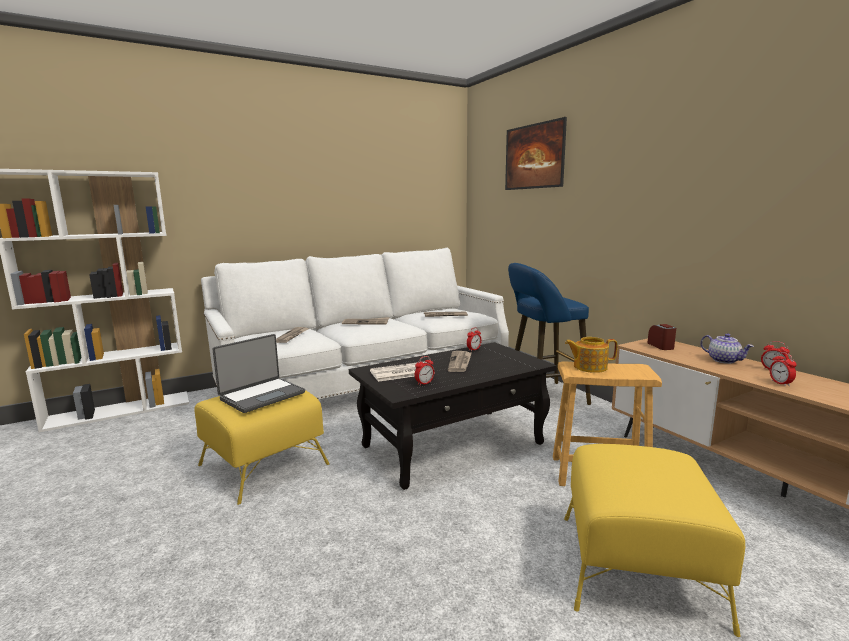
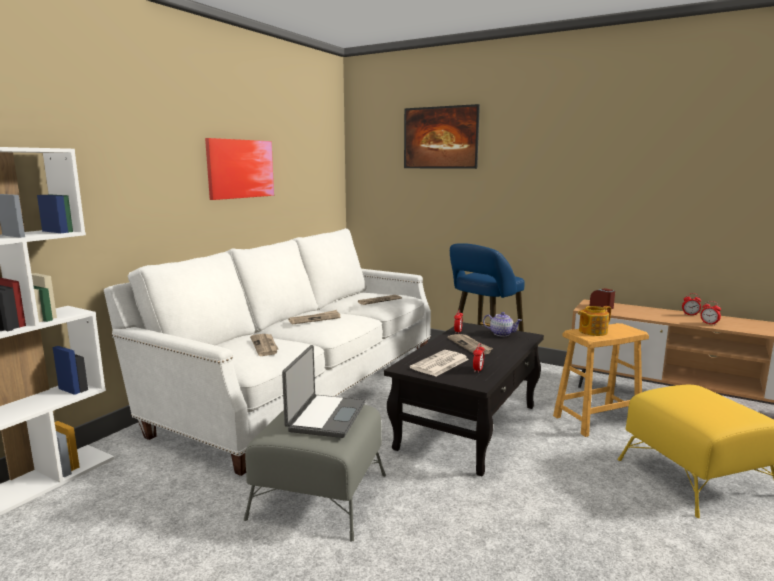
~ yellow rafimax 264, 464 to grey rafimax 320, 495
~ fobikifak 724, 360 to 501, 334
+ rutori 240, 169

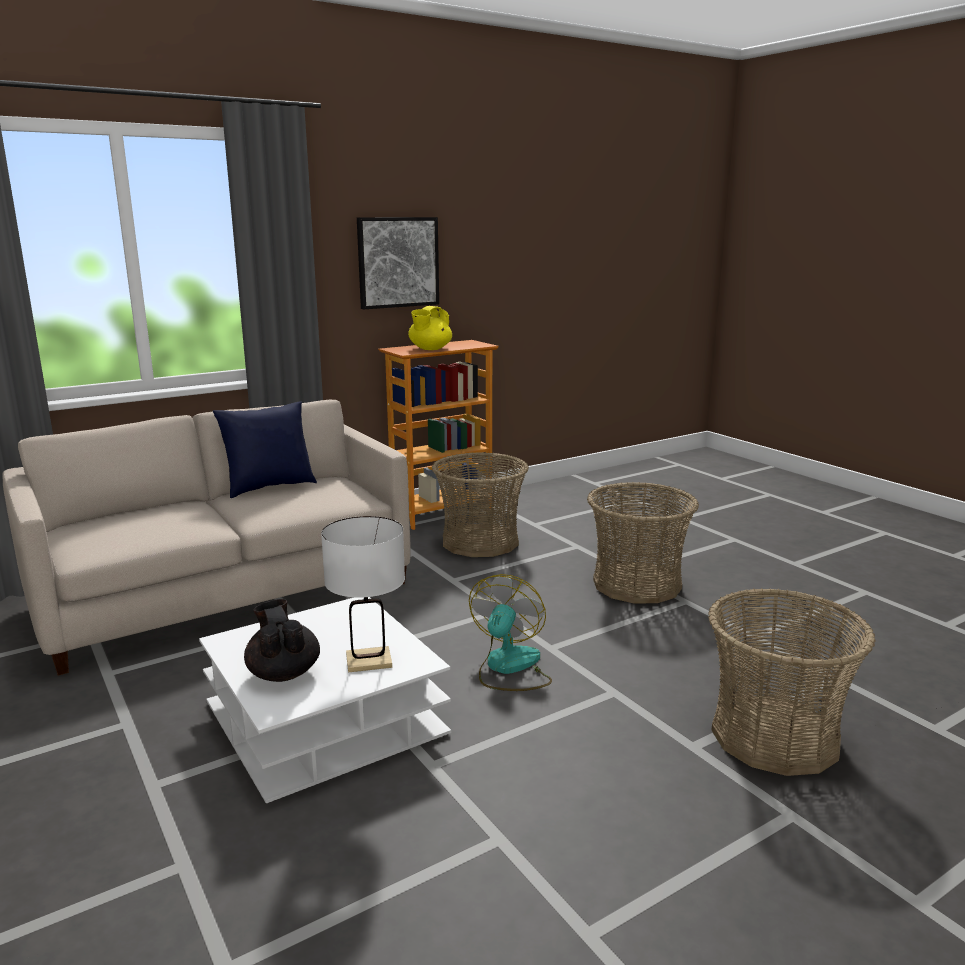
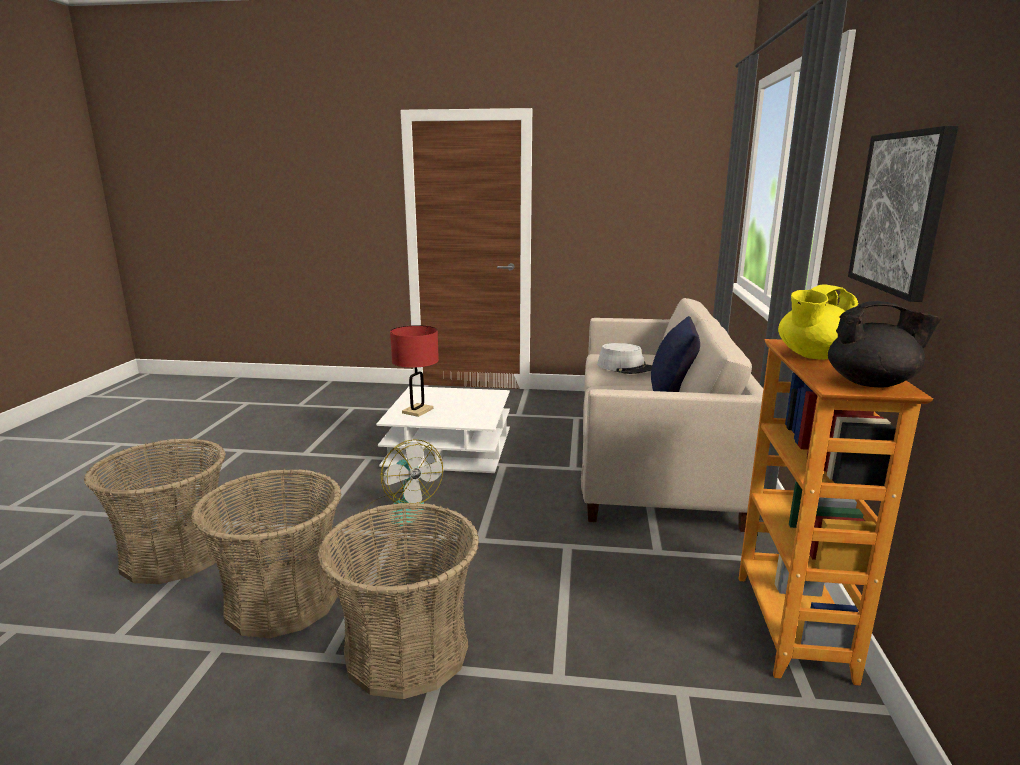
~ black fobikifak 283, 673 to 872, 383
~ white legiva 368, 661 to red legiva 417, 411
~ yellow fobikifak 430, 349 = 813, 356 105 degrees counterclockwise
~ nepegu 480, 542 to 281, 600
+ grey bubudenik 625, 367

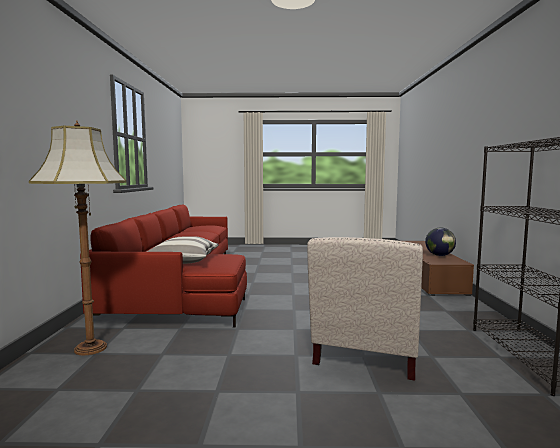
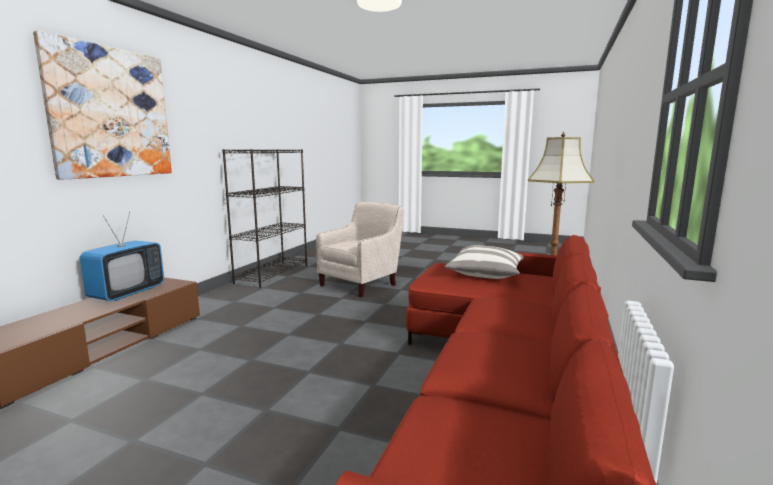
~ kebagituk 439, 255 to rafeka 127, 293
+ rutori 111, 113

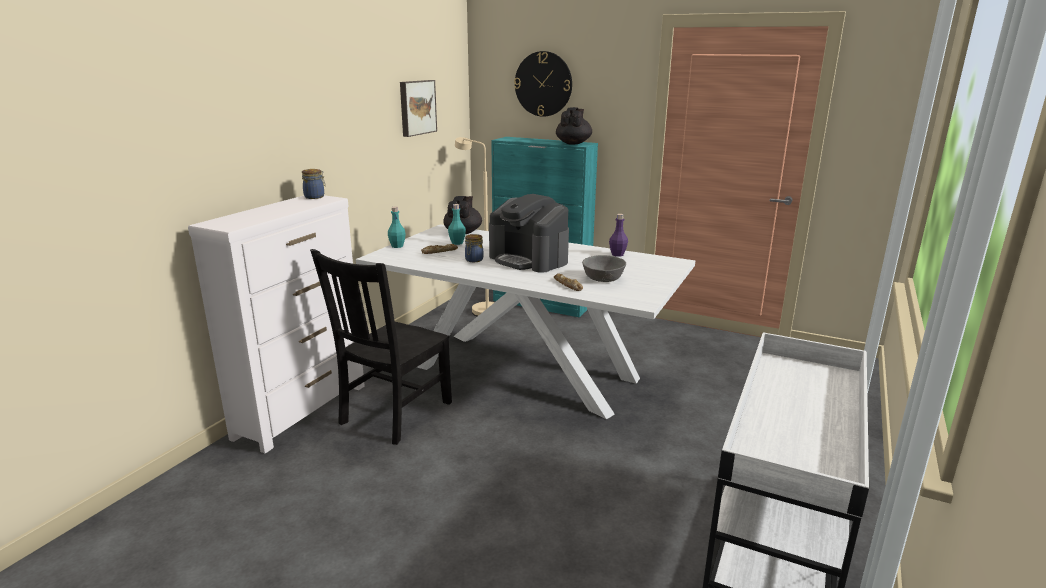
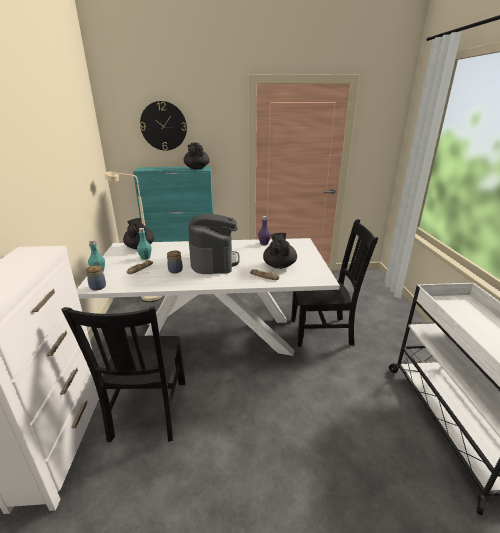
~ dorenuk 315, 197 to 98, 286
- rutori 416, 107
~ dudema 529, 259 = 214, 260 105 degrees counterclockwise
~ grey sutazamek 603, 279 to black fobikifak 279, 265
+ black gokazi 323, 331

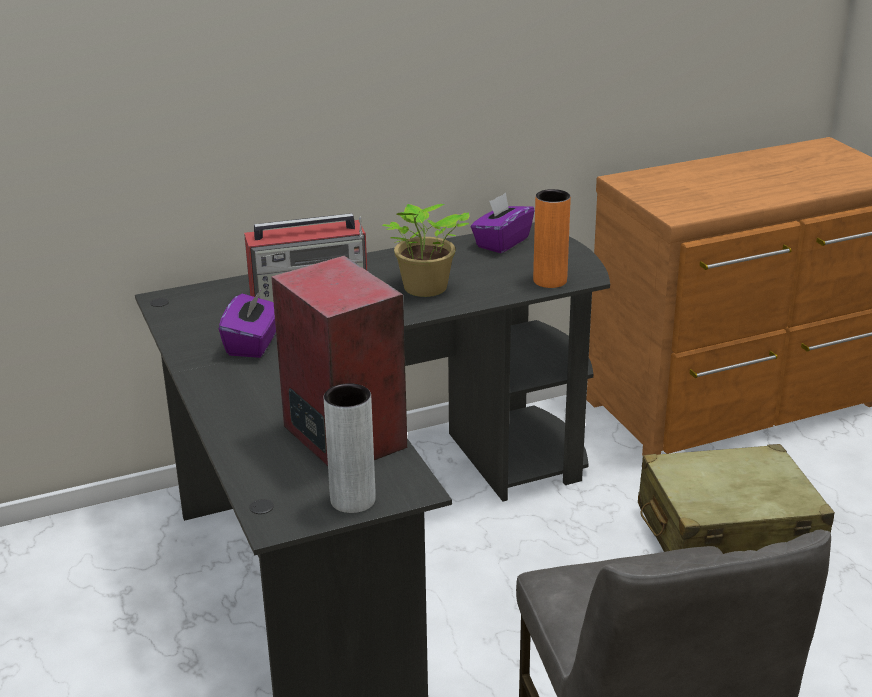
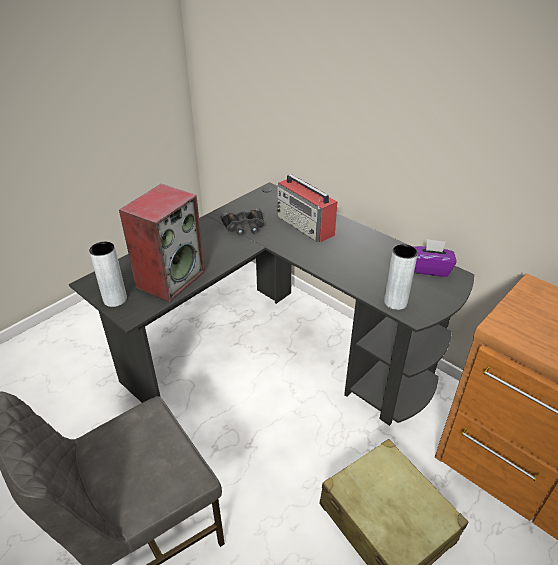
~ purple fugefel 253, 344 to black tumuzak 244, 226
- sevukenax 424, 289
~ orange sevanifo 550, 281 to grey sevanifo 395, 302

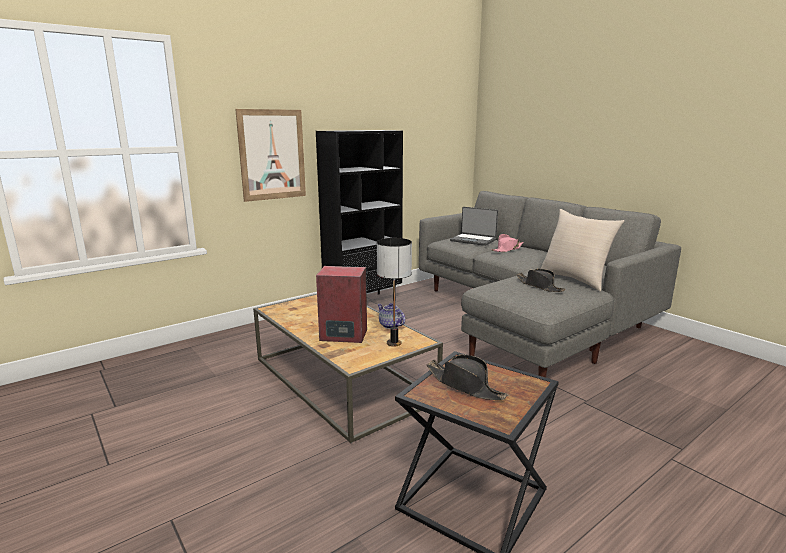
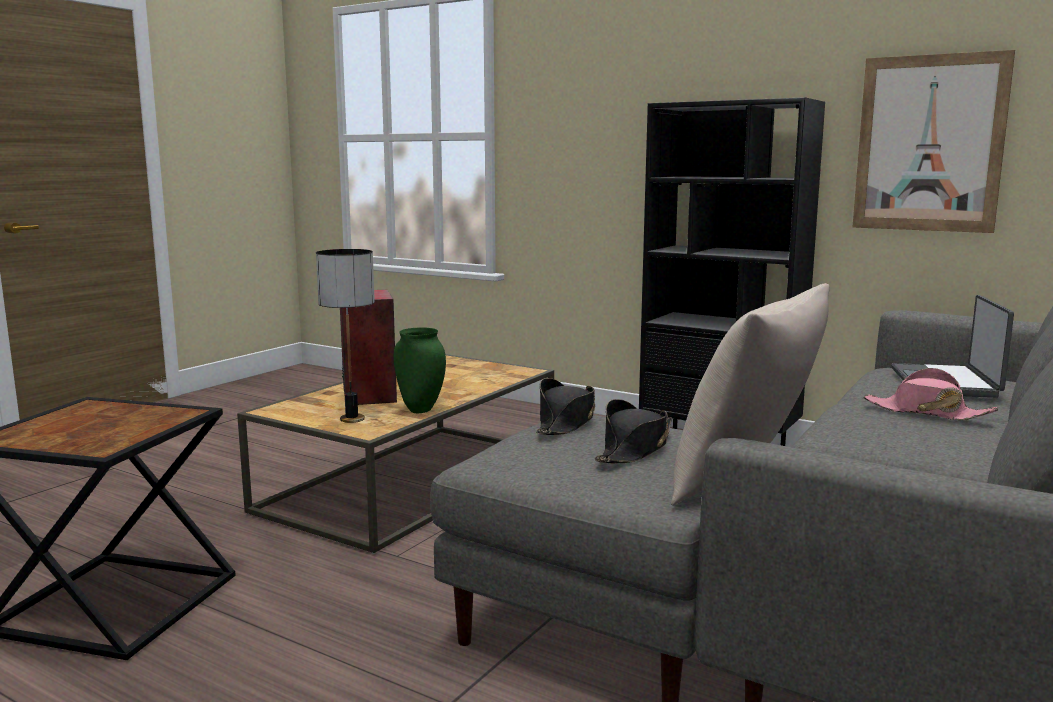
~ rutori 272, 155 to 929, 144
~ fobikifak 390, 325 to green sevanifo 420, 410
~ black bubudenik 465, 385 to 566, 422

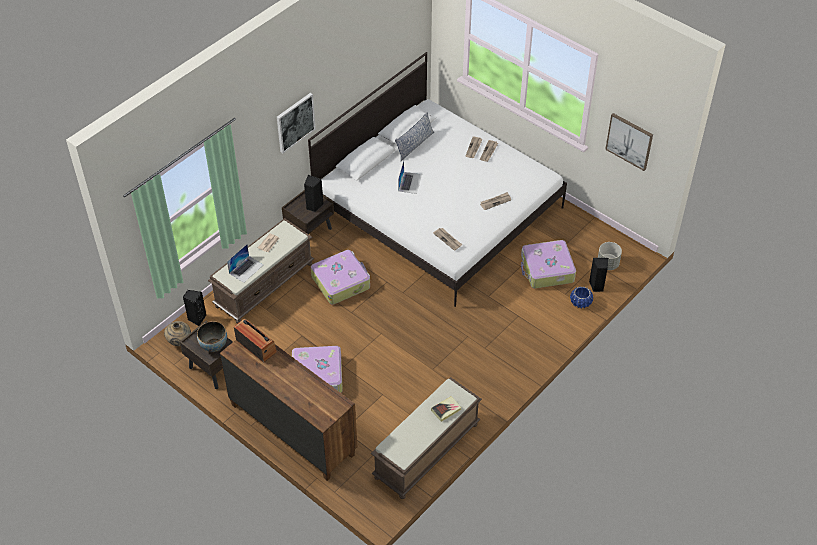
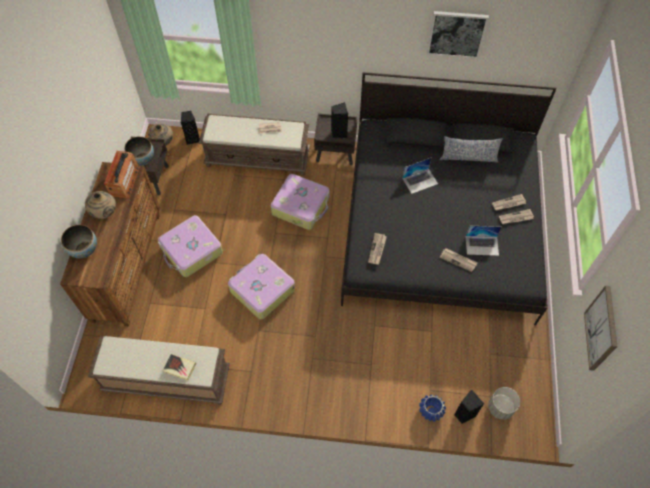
~ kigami 246, 269 to 482, 245
~ rutori 295, 122 to 456, 34
~ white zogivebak 439, 210 to black zogivebak 440, 226
~ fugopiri 546, 270 to 261, 290
+ sutazamek 84, 250
+ beige sevanifo 104, 213

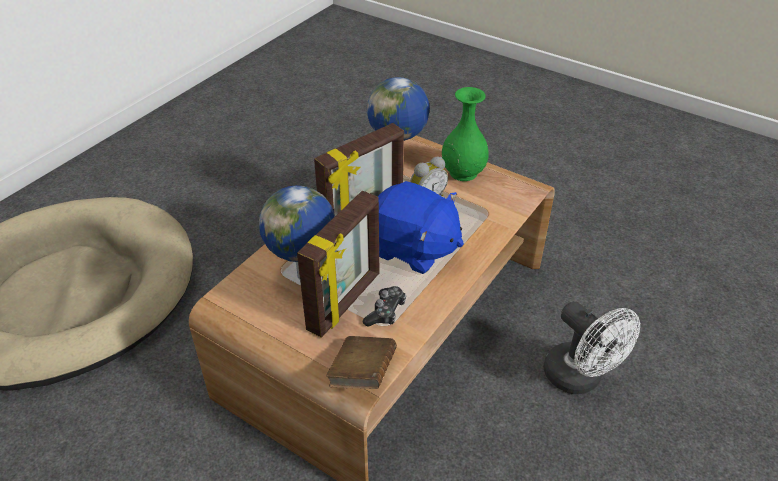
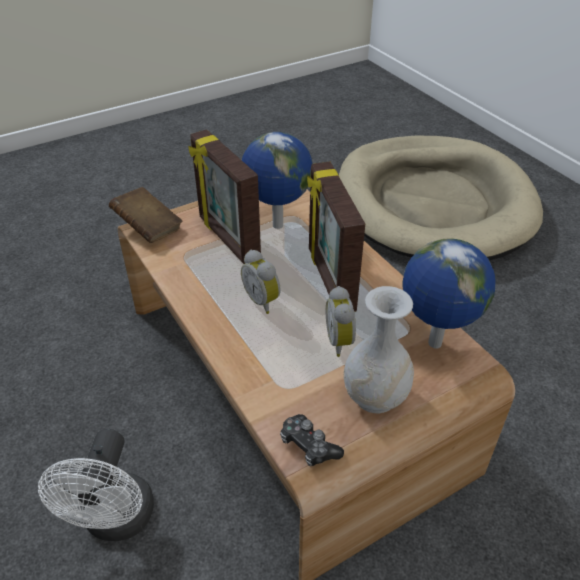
~ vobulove 385, 312 to 308, 446
~ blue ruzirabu 413, 249 to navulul 263, 300
~ green sevanifo 463, 172 to white sevanifo 376, 397
~ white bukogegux 580, 378 = 116, 522 75 degrees counterclockwise

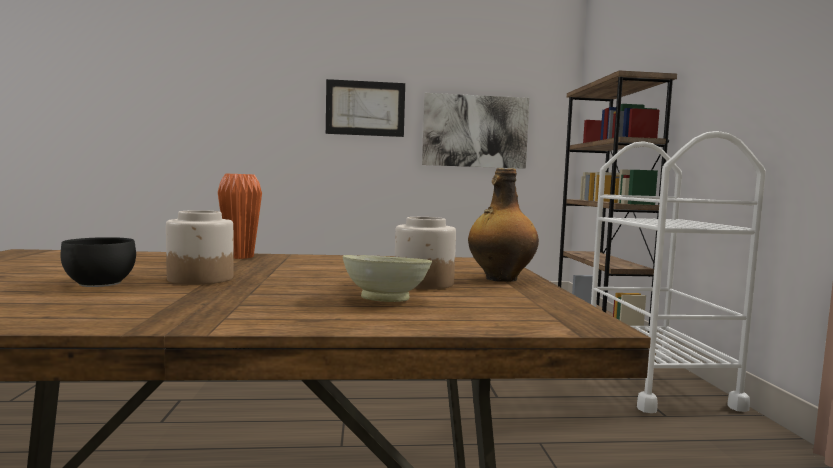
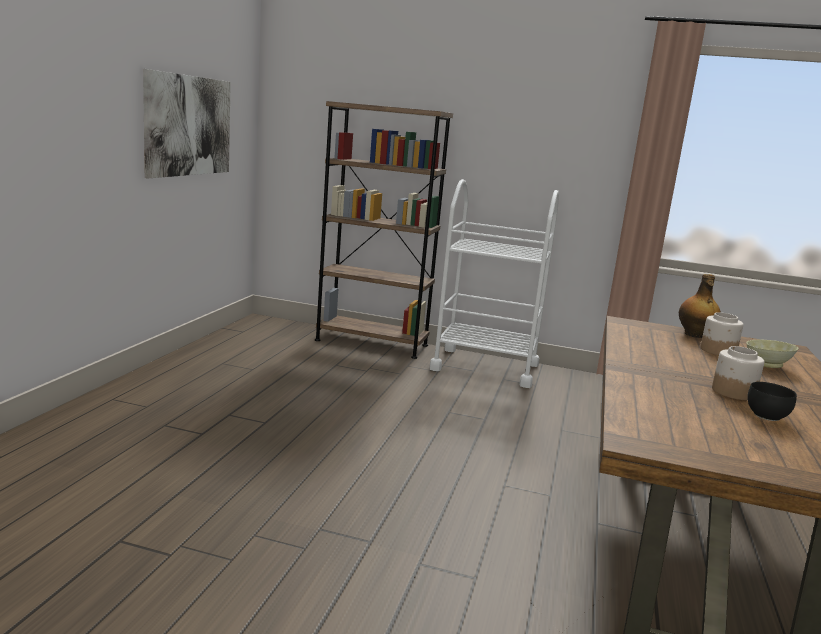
- orange sevanifo 240, 257
- rutori 365, 108

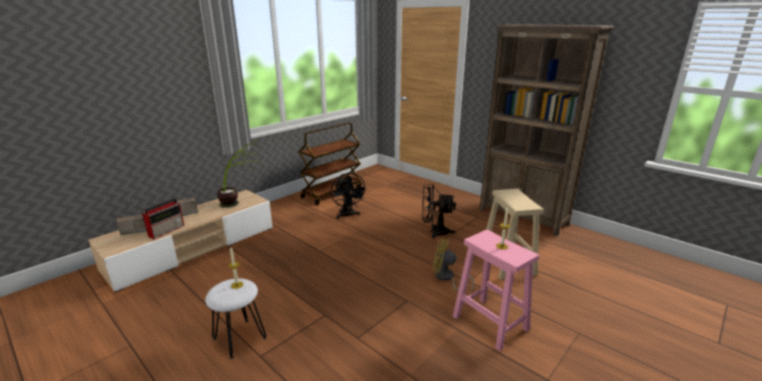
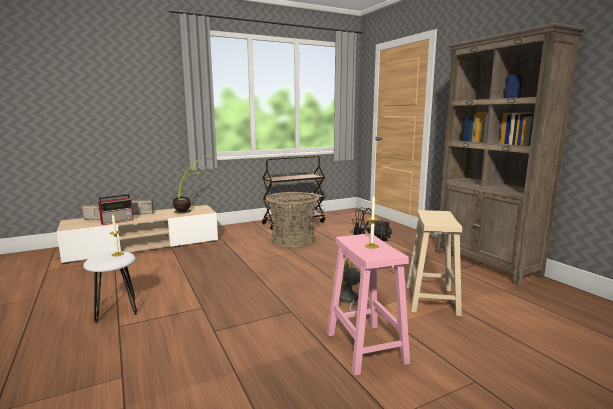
~ black bukogegux 347, 215 to nepegu 293, 240

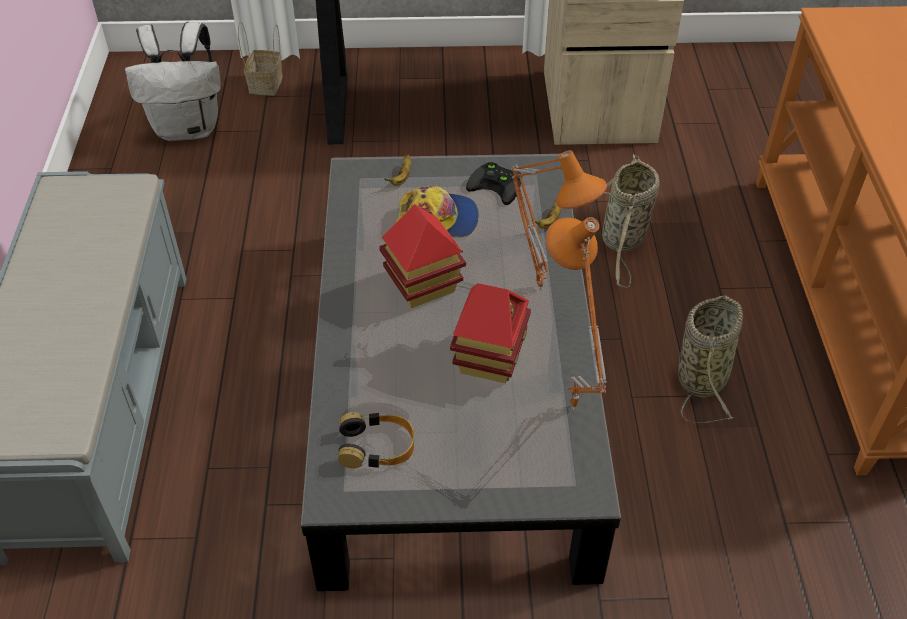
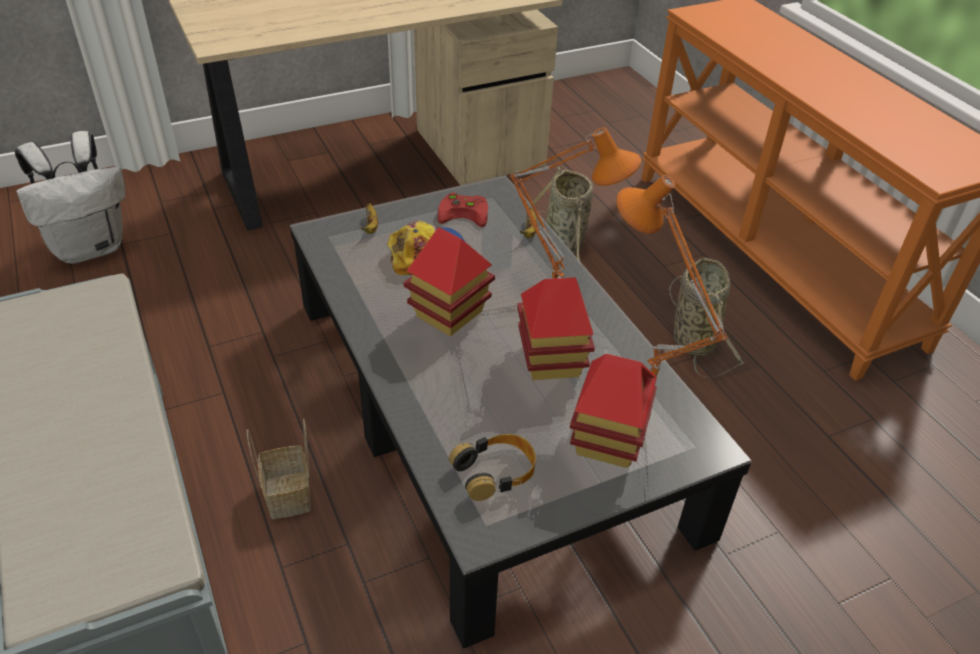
~ nepegu 266, 85 to 289, 496
~ black vobulove 498, 185 to red vobulove 465, 213
+ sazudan 607, 440

